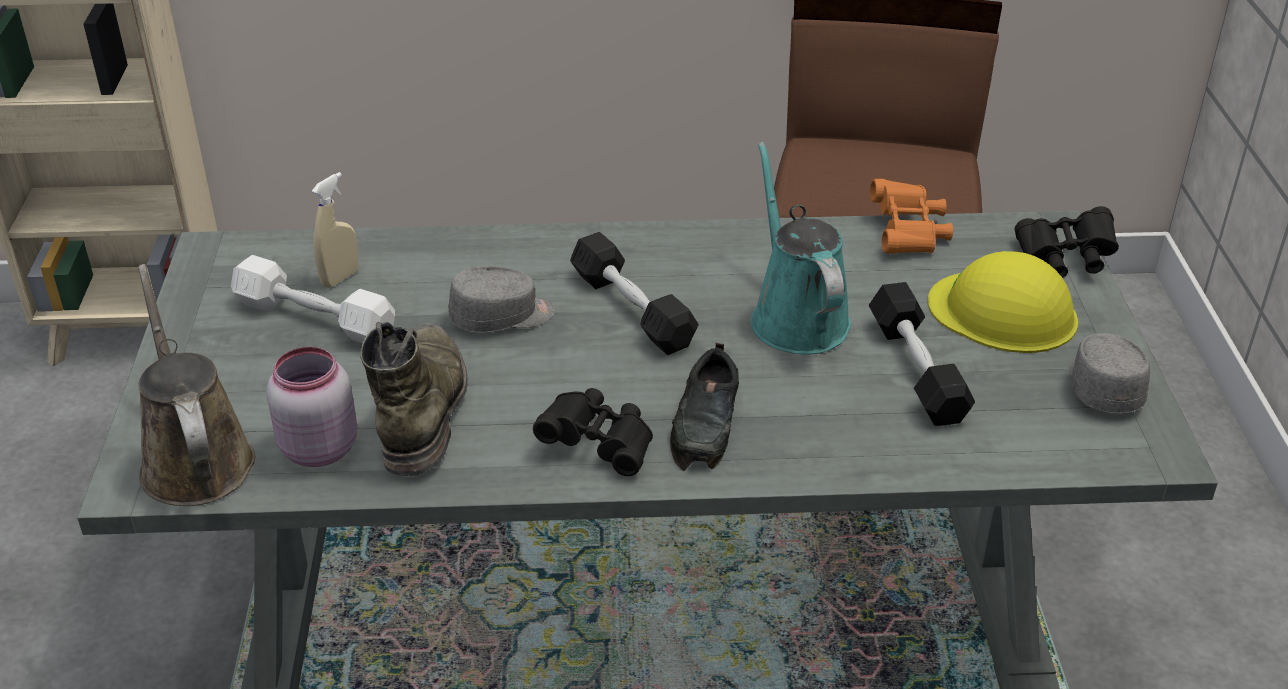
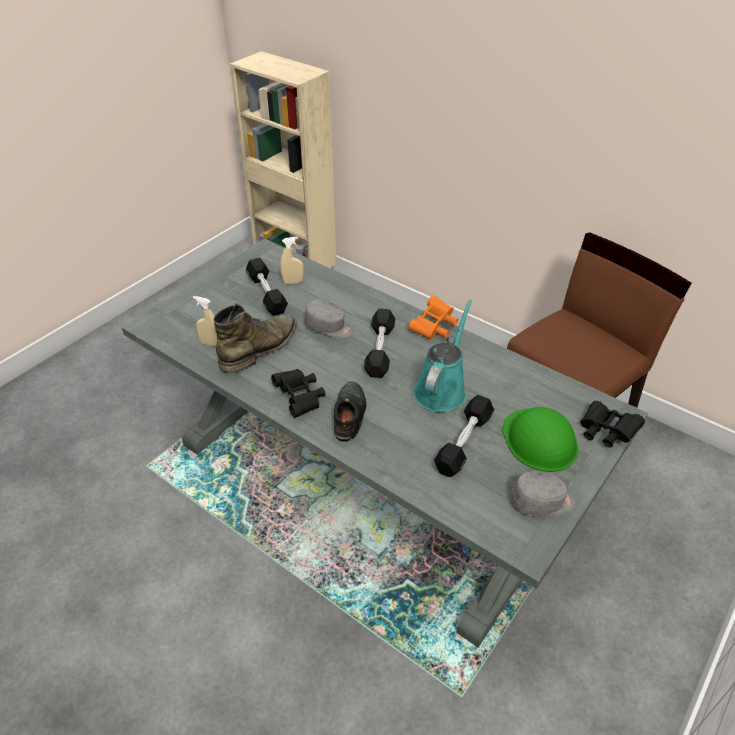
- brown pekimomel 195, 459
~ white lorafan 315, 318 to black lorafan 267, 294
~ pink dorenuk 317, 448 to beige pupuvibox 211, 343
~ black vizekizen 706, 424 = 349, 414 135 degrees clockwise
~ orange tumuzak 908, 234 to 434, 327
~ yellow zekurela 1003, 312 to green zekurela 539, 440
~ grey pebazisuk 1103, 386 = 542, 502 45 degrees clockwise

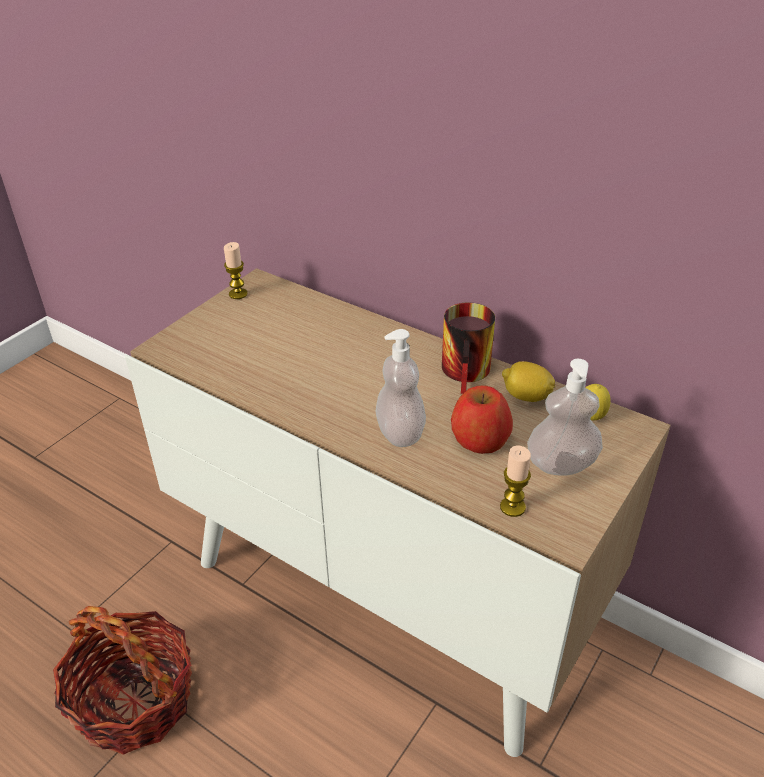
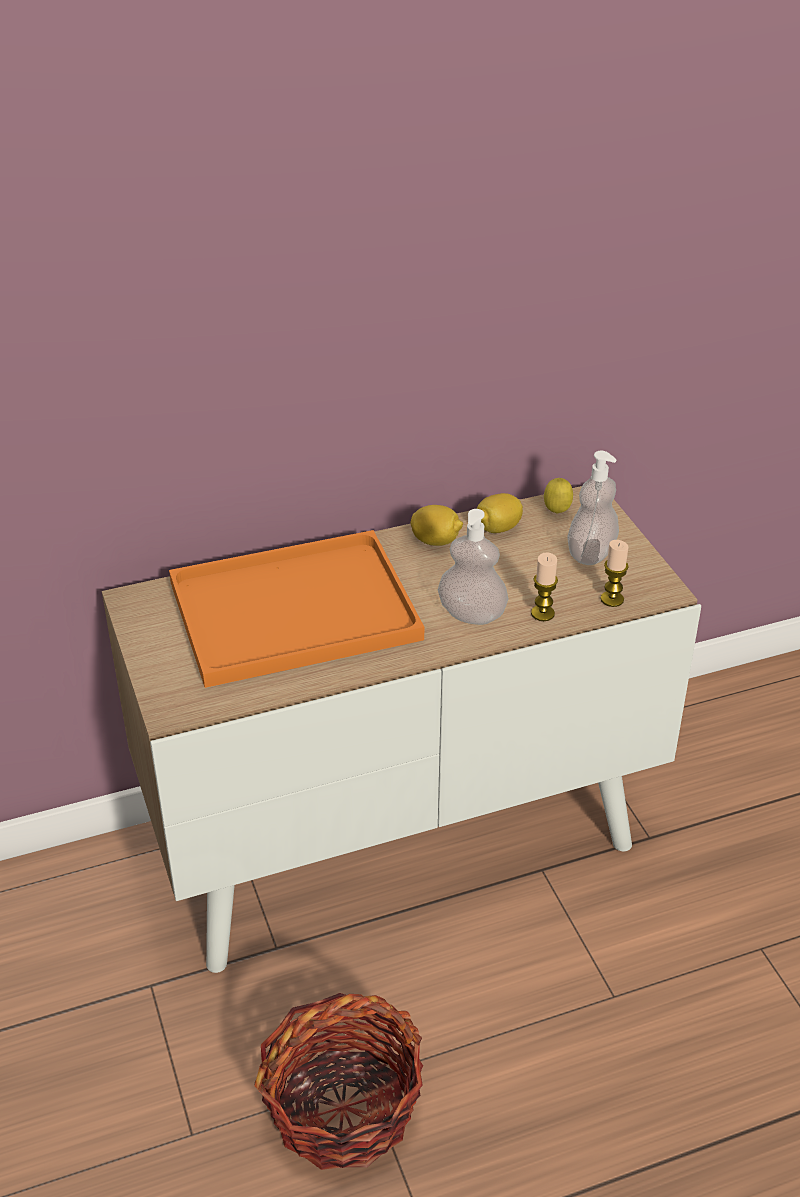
~ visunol 238, 294 to 542, 613
~ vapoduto 470, 373 to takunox 436, 541
- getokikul 480, 438
+ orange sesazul 298, 608

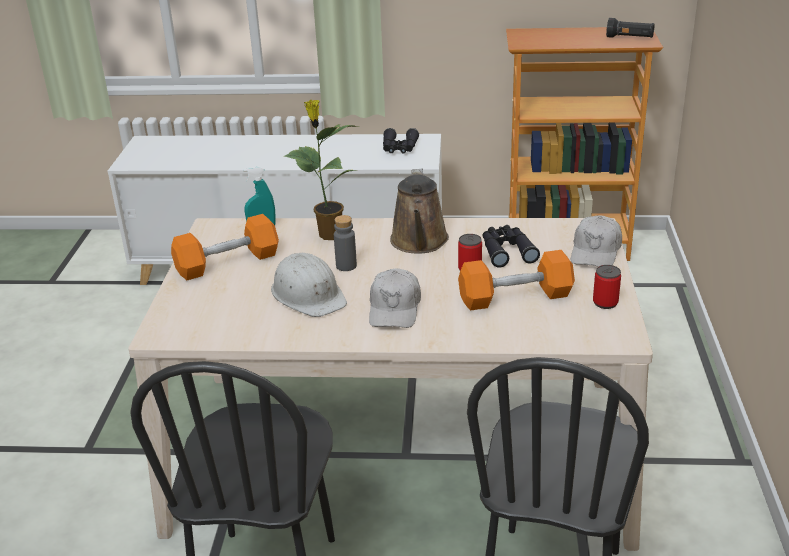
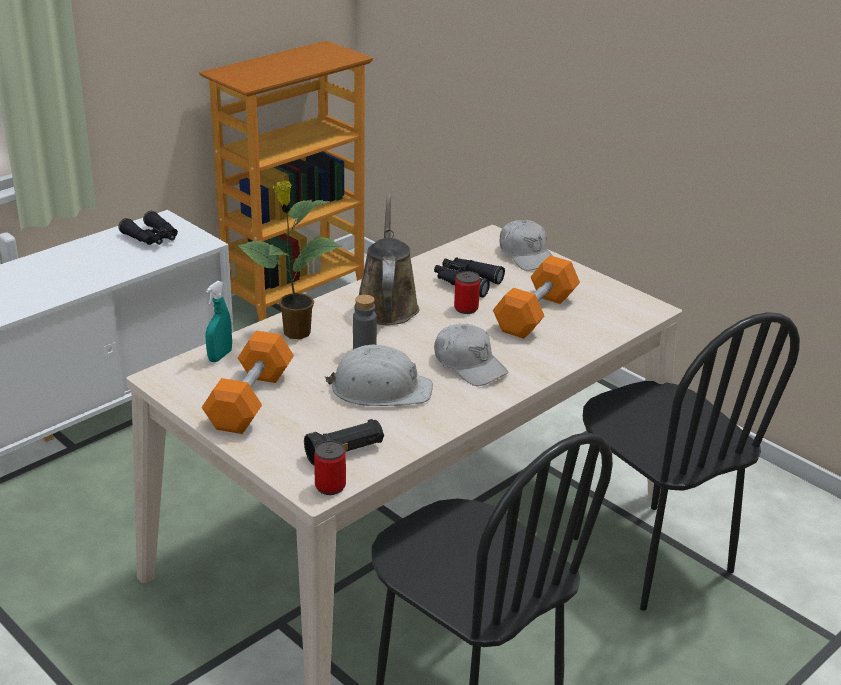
~ brown pekimomel 419, 242 = 386, 305 135 degrees counterclockwise
~ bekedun 605, 303 to 330, 486
~ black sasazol 630, 38 to 345, 453

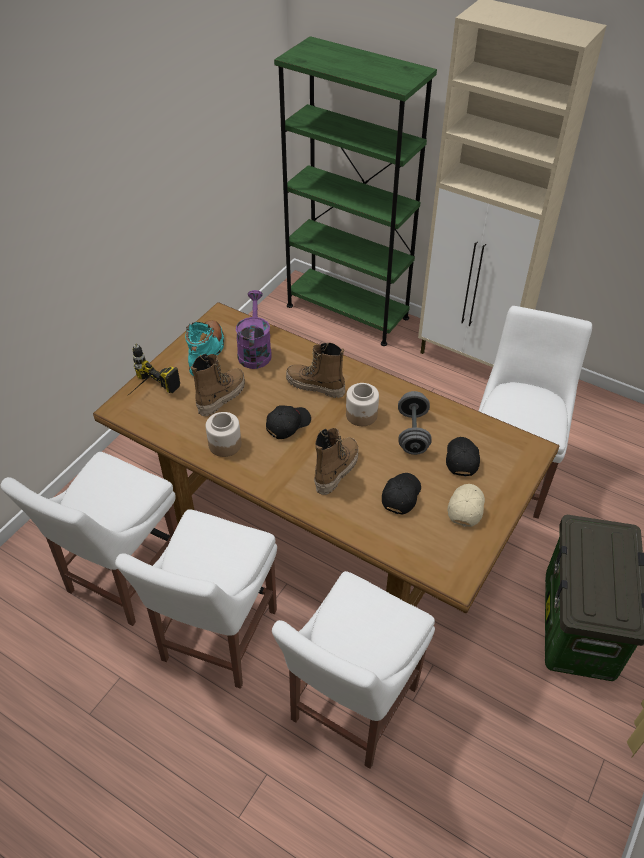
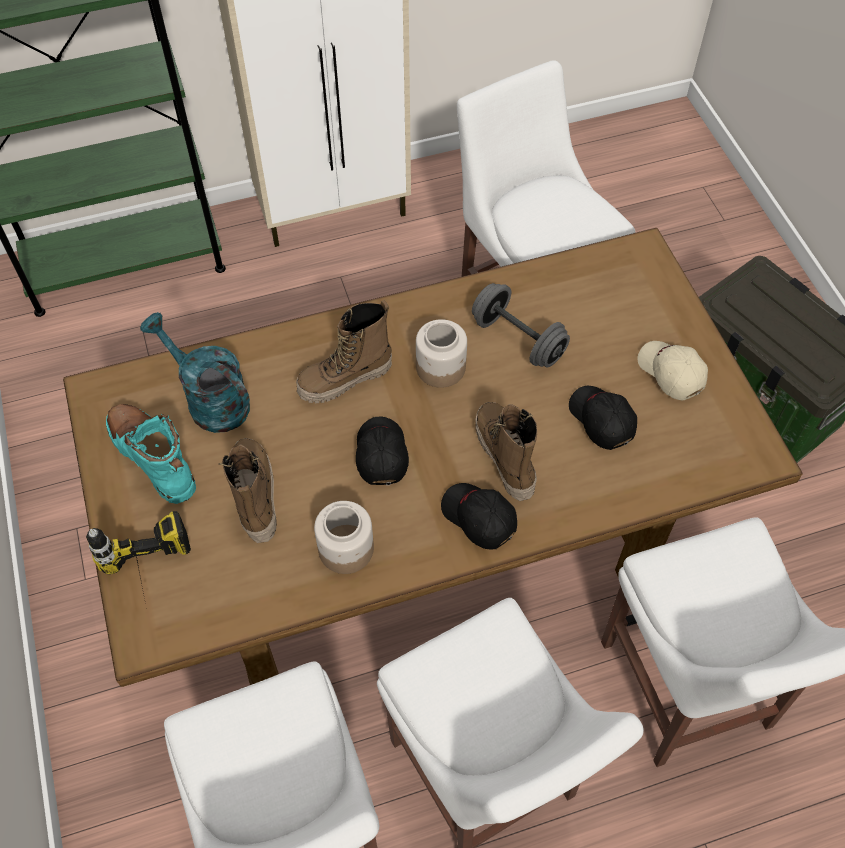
~ purple pekimomel 254, 351 to turquoise pekimomel 210, 400
~ black pebazisuk 461, 459 to 478, 518

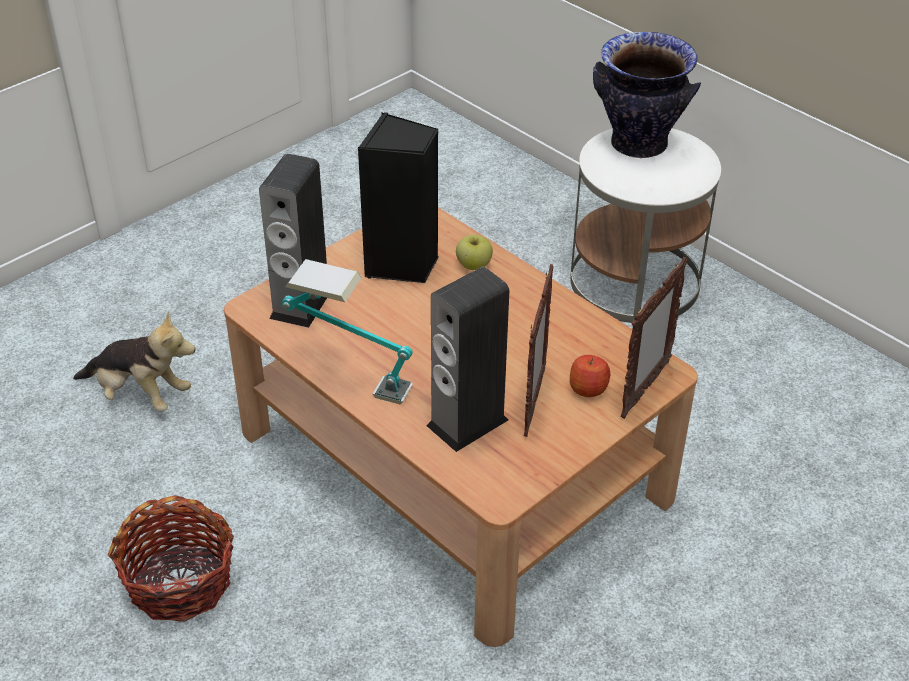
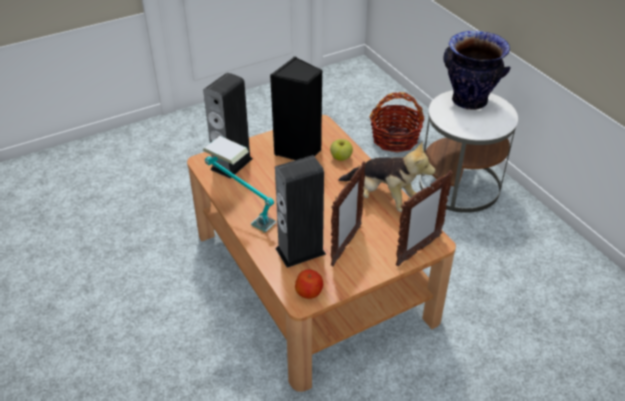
~ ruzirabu 140, 395 to 383, 198
~ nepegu 180, 582 to 395, 139
~ getokikul 588, 388 to 309, 292

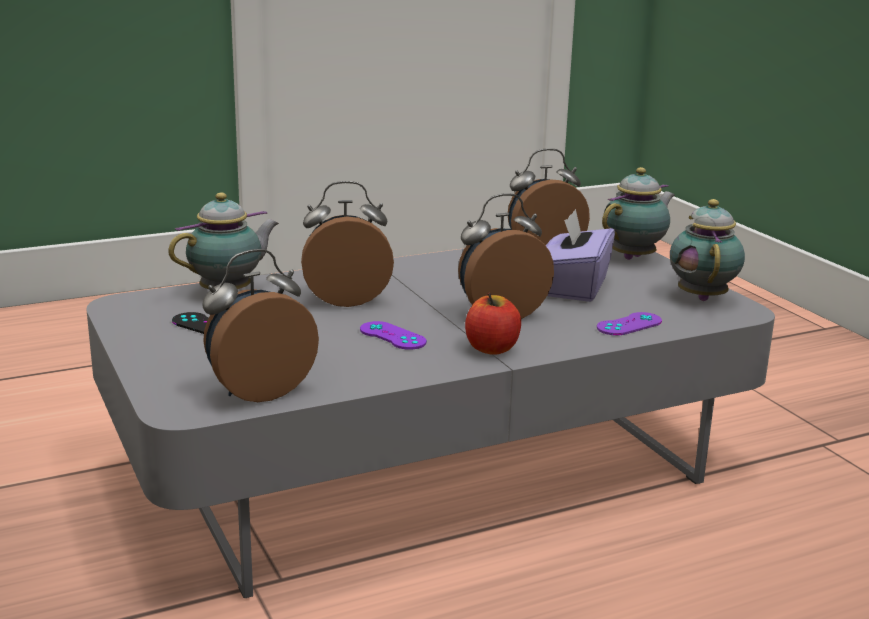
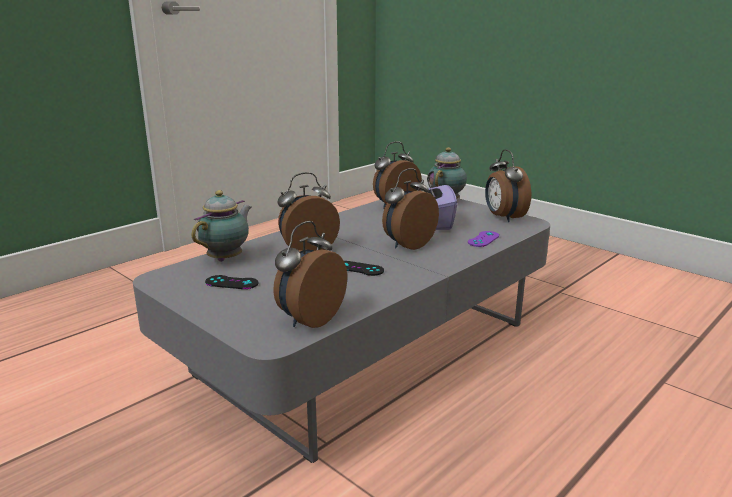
~ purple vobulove 392, 336 to black vobulove 359, 268
- getokikul 492, 348
~ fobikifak 702, 296 to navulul 503, 217

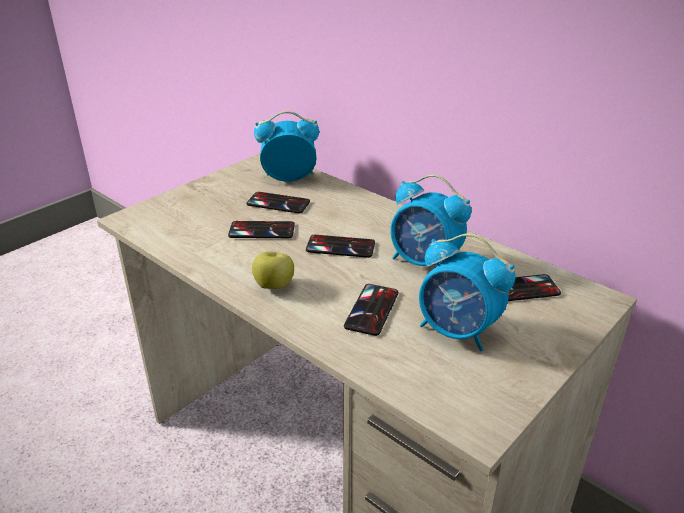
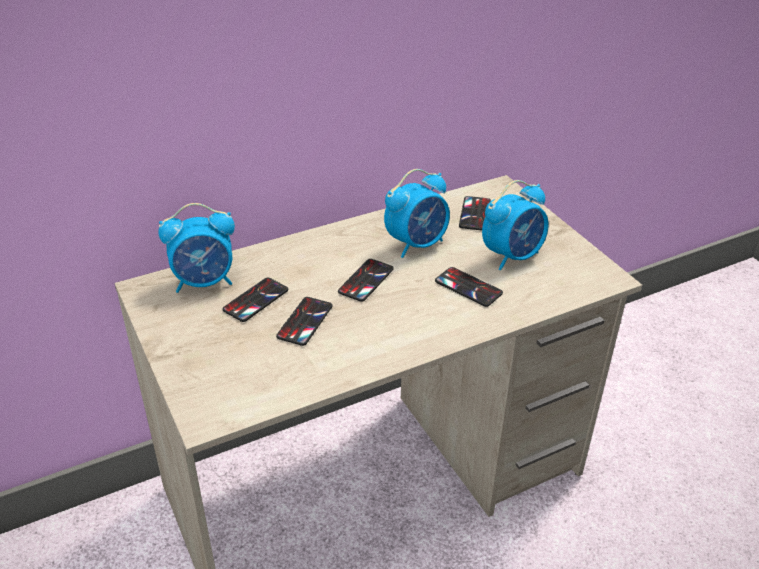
- getokikul 274, 286
~ navulul 289, 178 = 204, 282 120 degrees counterclockwise

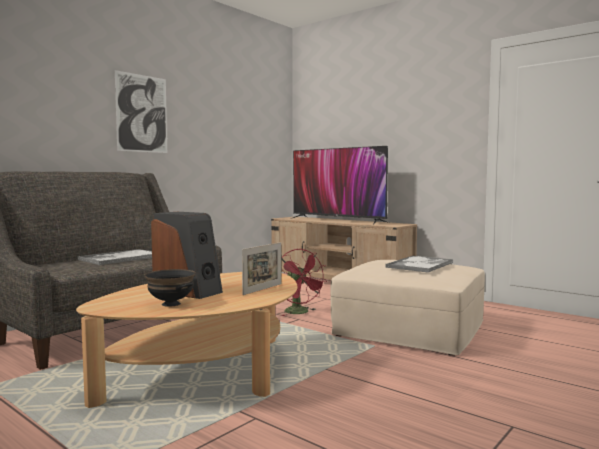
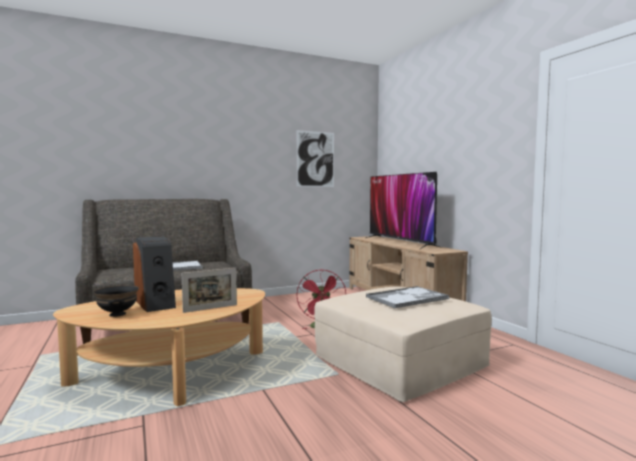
~ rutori 142, 113 to 315, 159

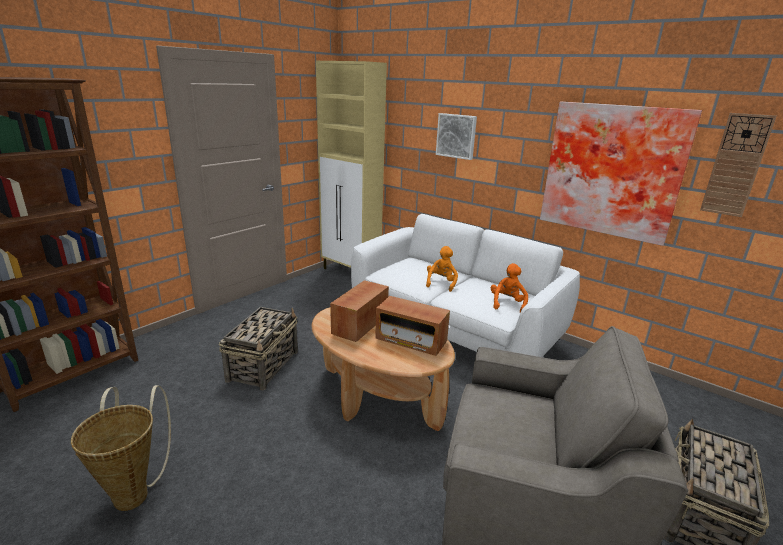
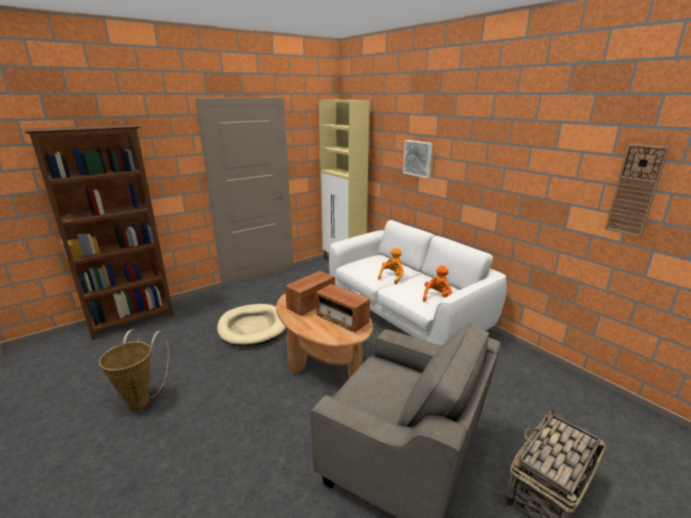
~ nepegu 264, 365 to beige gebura 252, 327
- rutori 612, 170

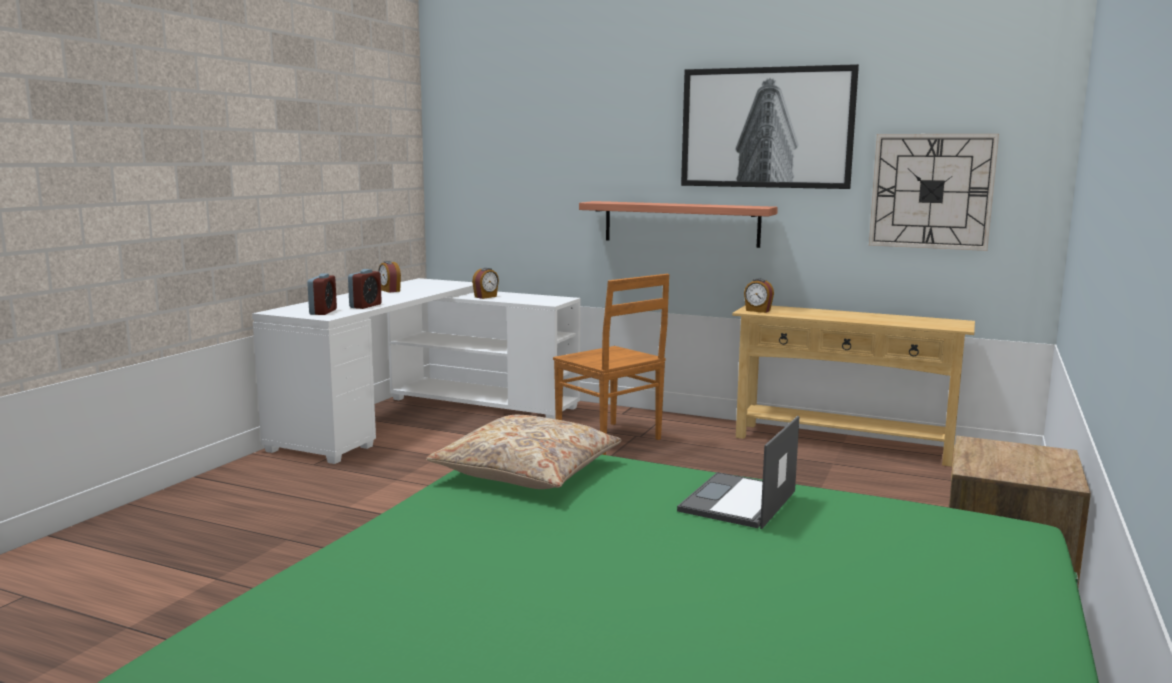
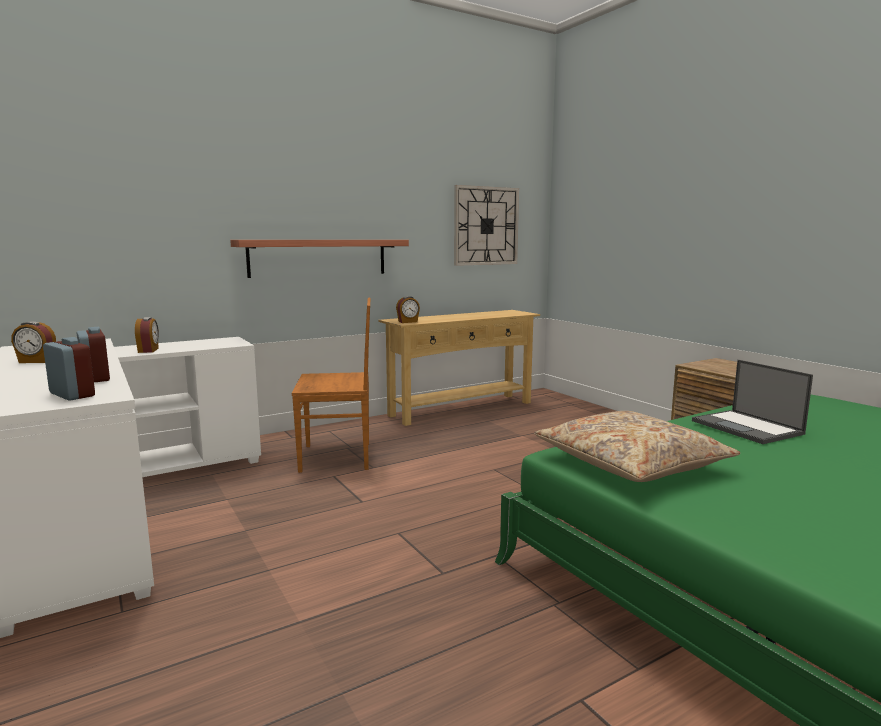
- rutori 766, 128

